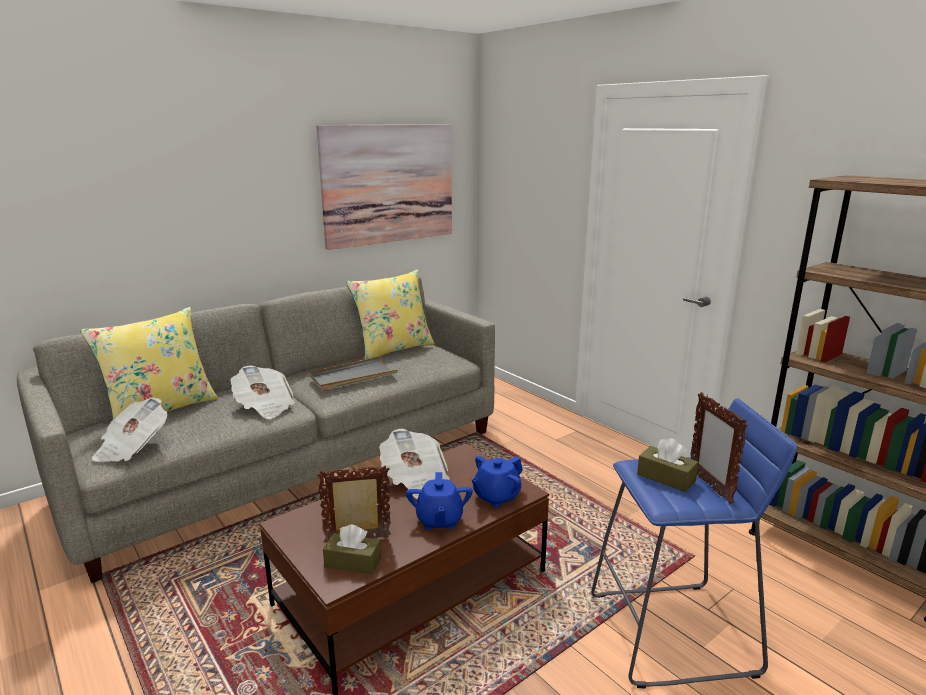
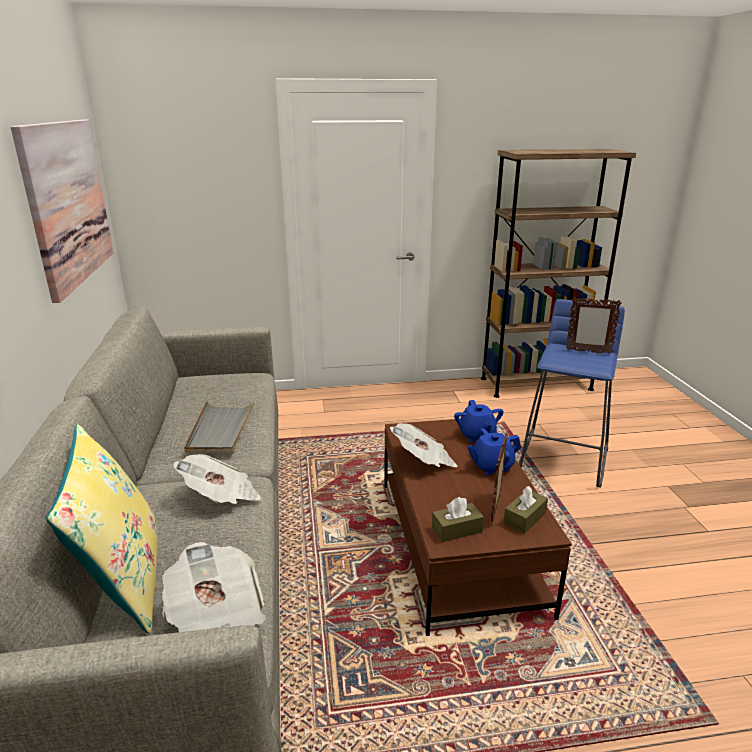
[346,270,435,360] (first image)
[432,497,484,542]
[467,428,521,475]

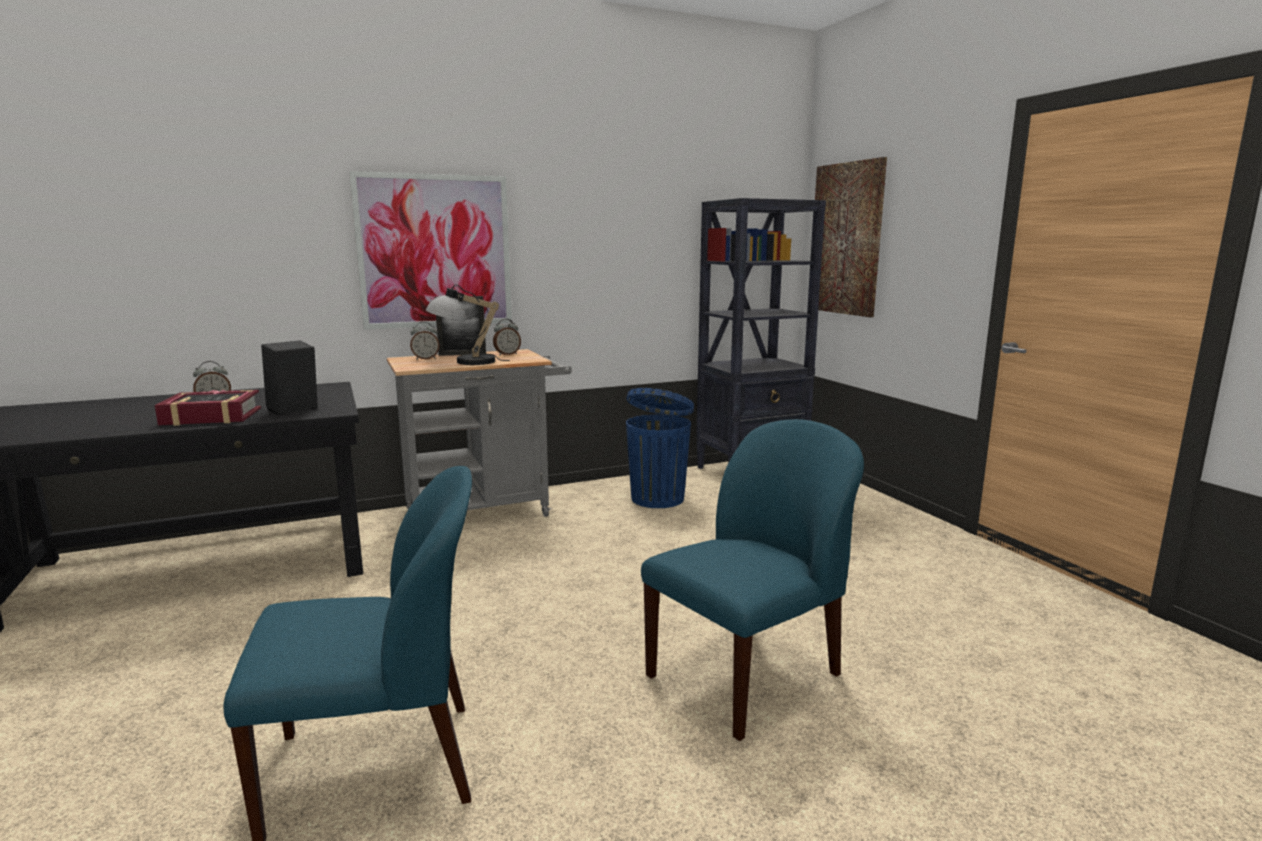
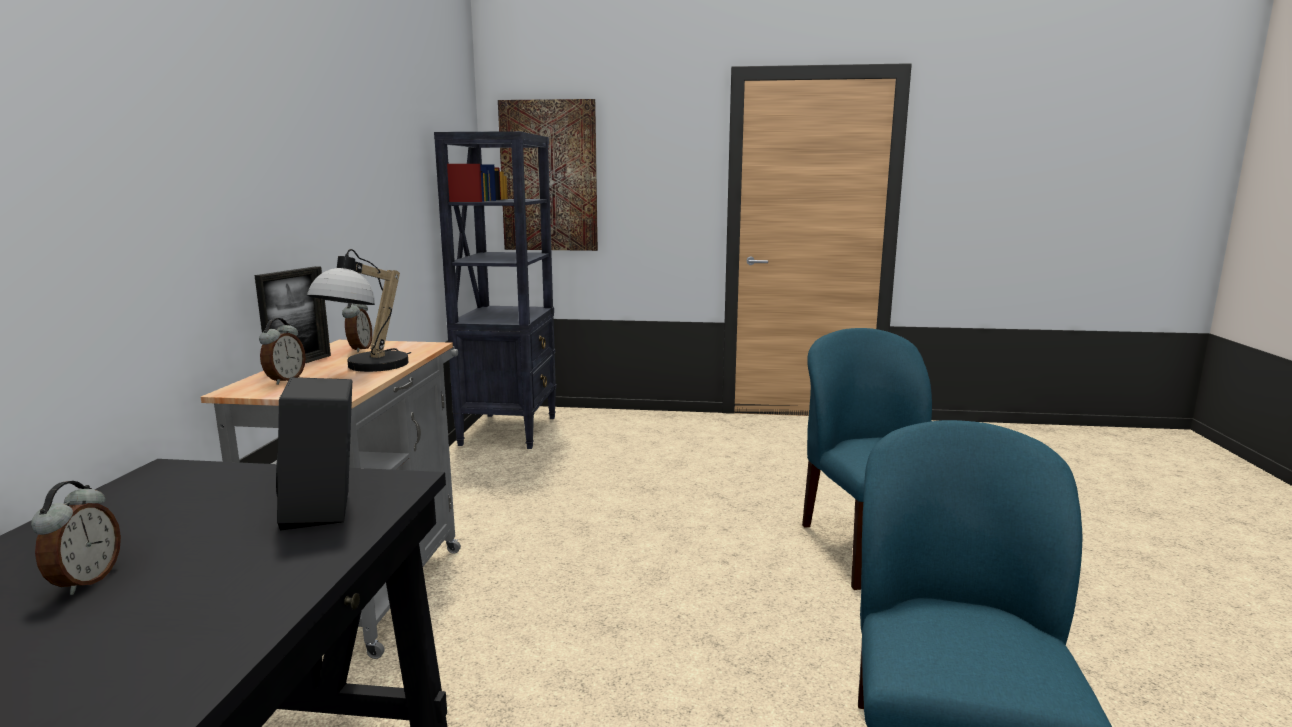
[155,390,261,426] (first image)
[349,171,512,329] (first image)
[626,388,694,508] (first image)

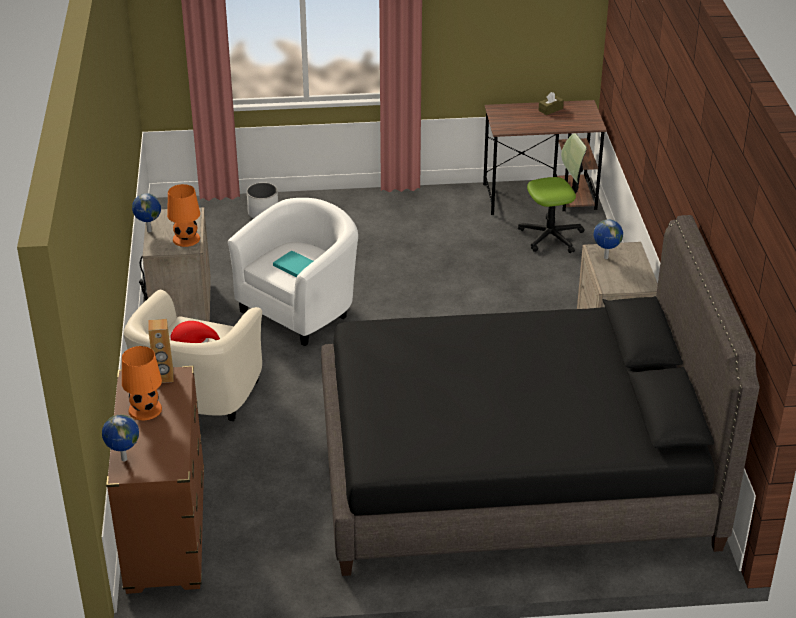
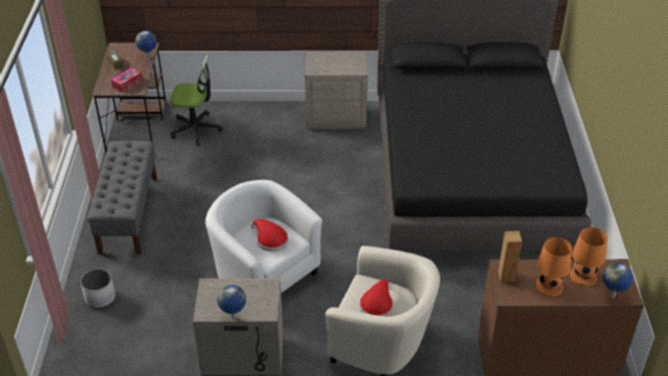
[87,141,157,255]
[111,67,143,93]
[570,227,608,286]
[135,31,157,60]
[251,219,288,252]
[170,54,223,146]

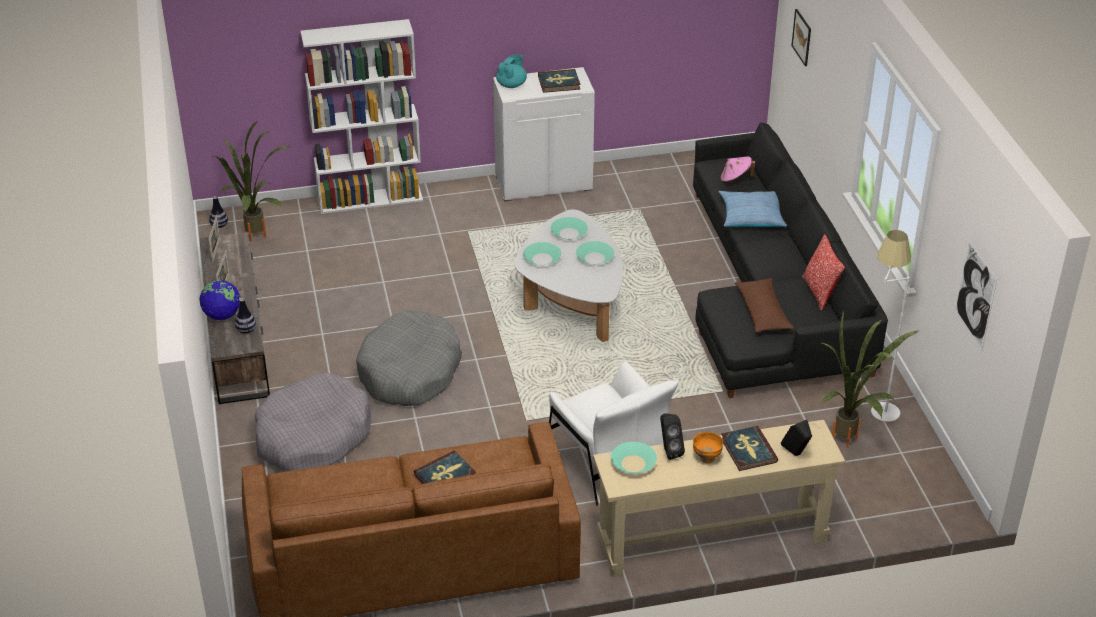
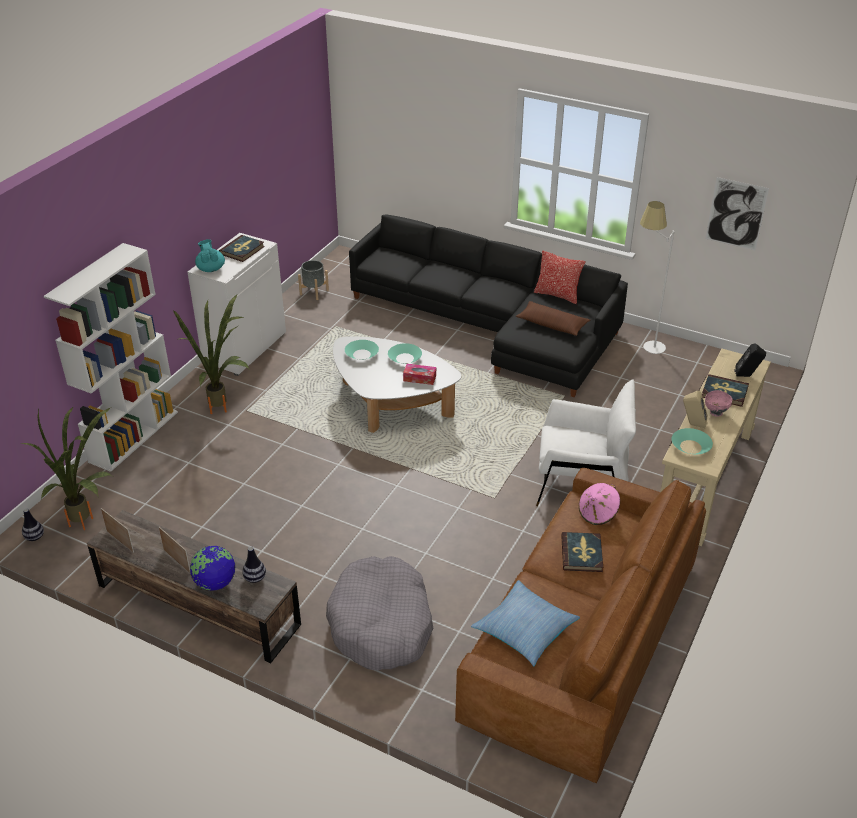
[356,311,462,406] (first image)
[523,242,561,265] (first image)
[791,9,811,66] (first image)
[298,260,329,300]
[403,364,436,385]
[471,580,580,666]
[579,483,620,525]
[173,295,250,414]
[683,390,708,428]
[705,390,732,417]

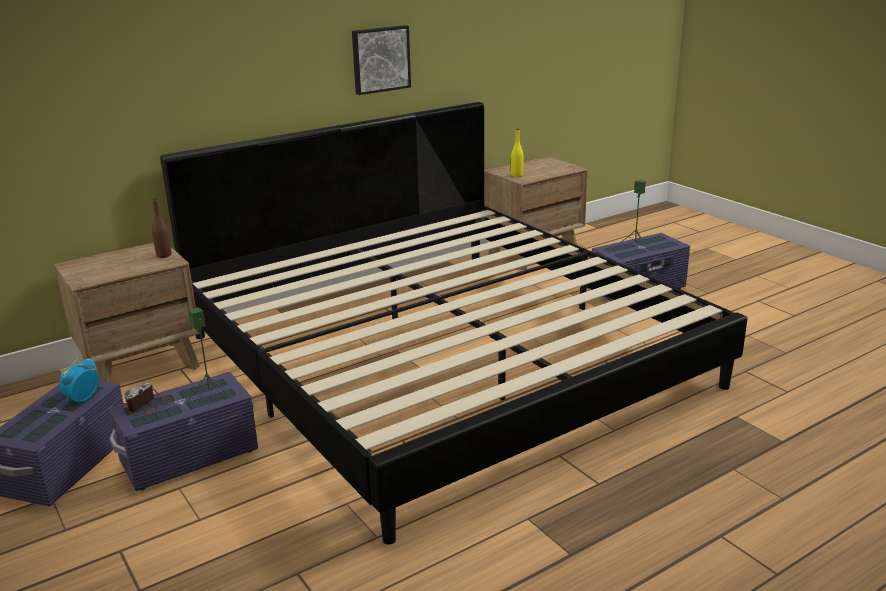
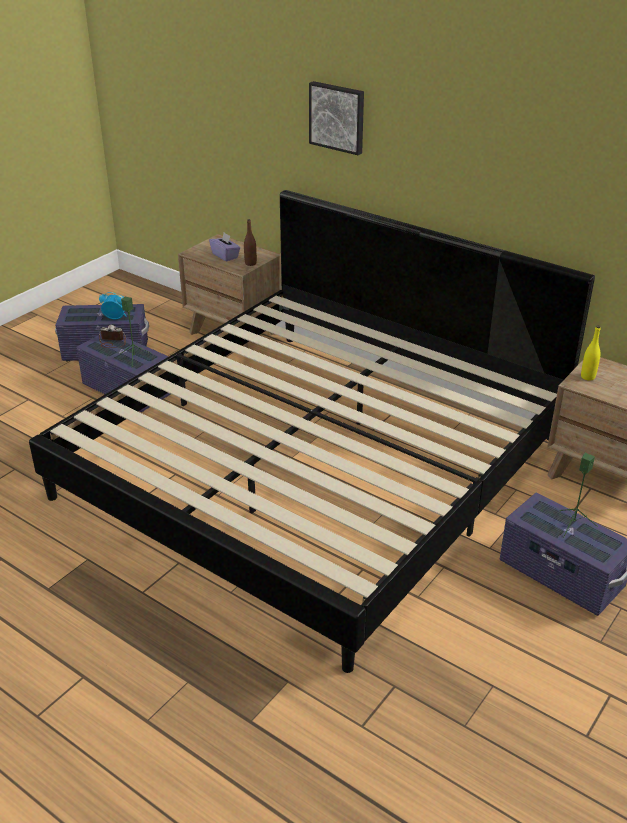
[209,233,240,261]
[309,81,364,155]

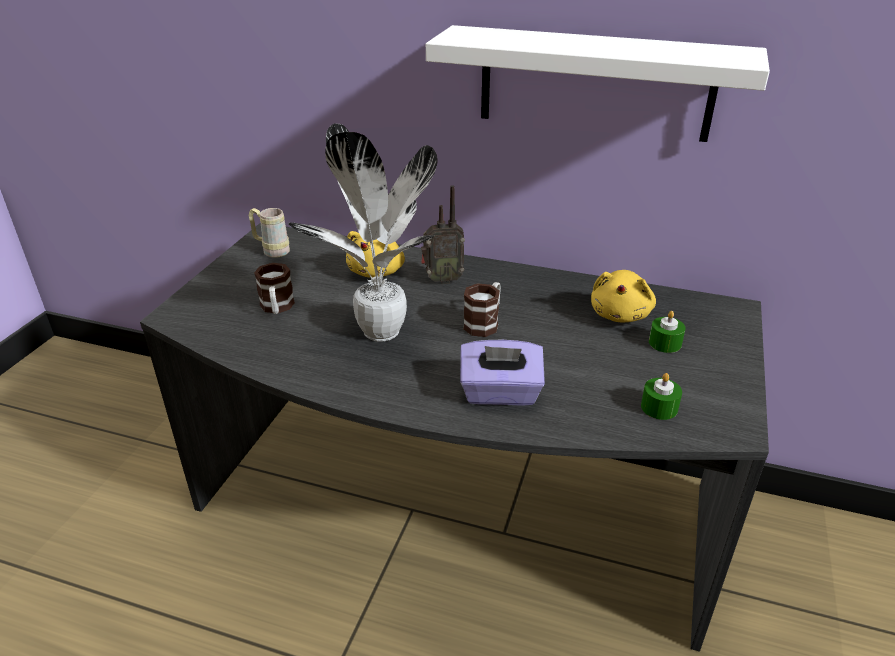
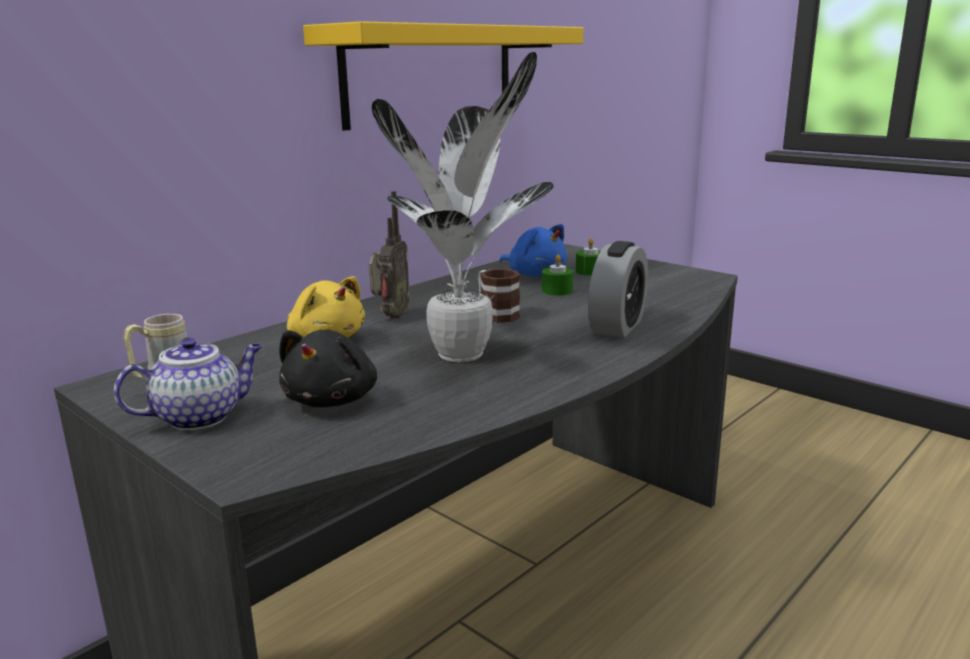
[114,337,263,430]
[542,255,573,296]
[279,330,377,407]
[588,241,648,338]
[303,21,583,131]
[499,224,567,277]

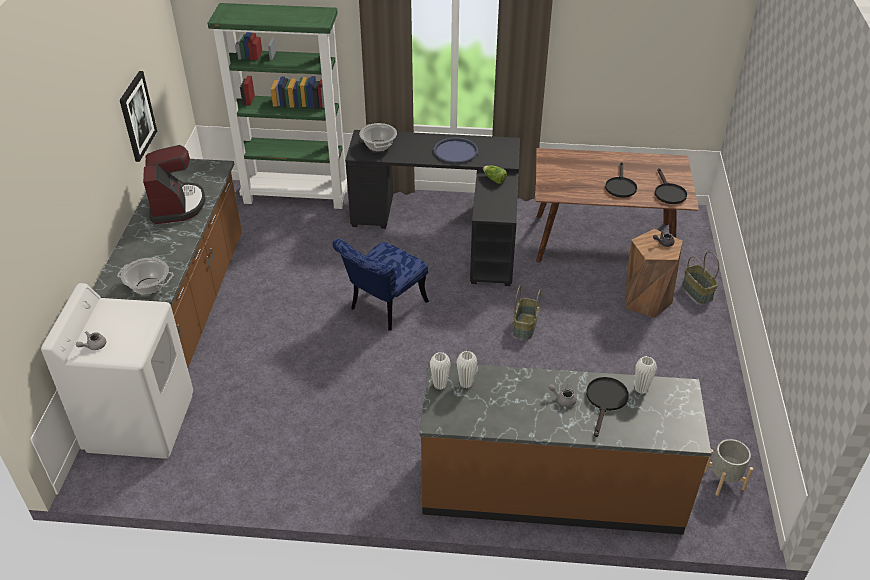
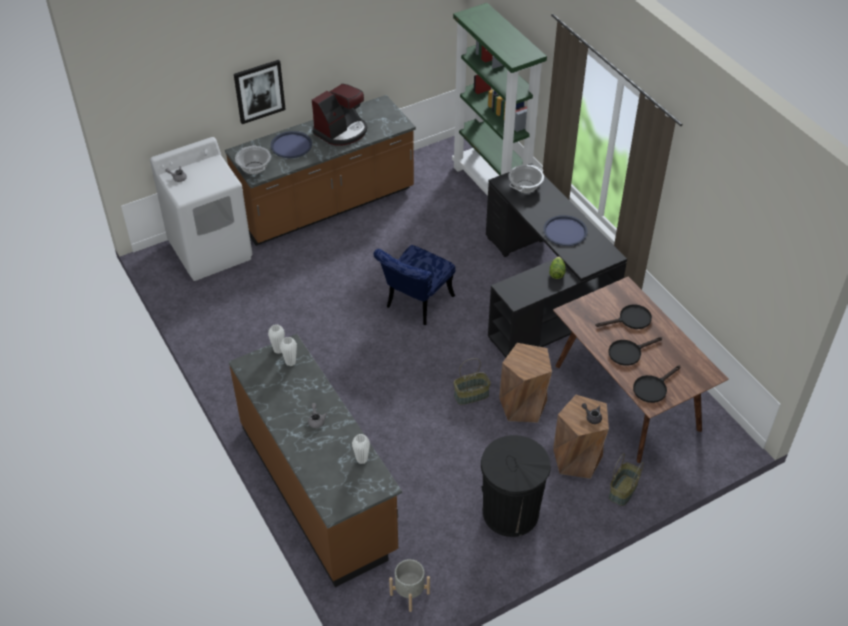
[271,131,312,158]
[481,435,551,537]
[499,343,552,423]
[234,60,286,124]
[595,304,652,329]
[373,245,455,325]

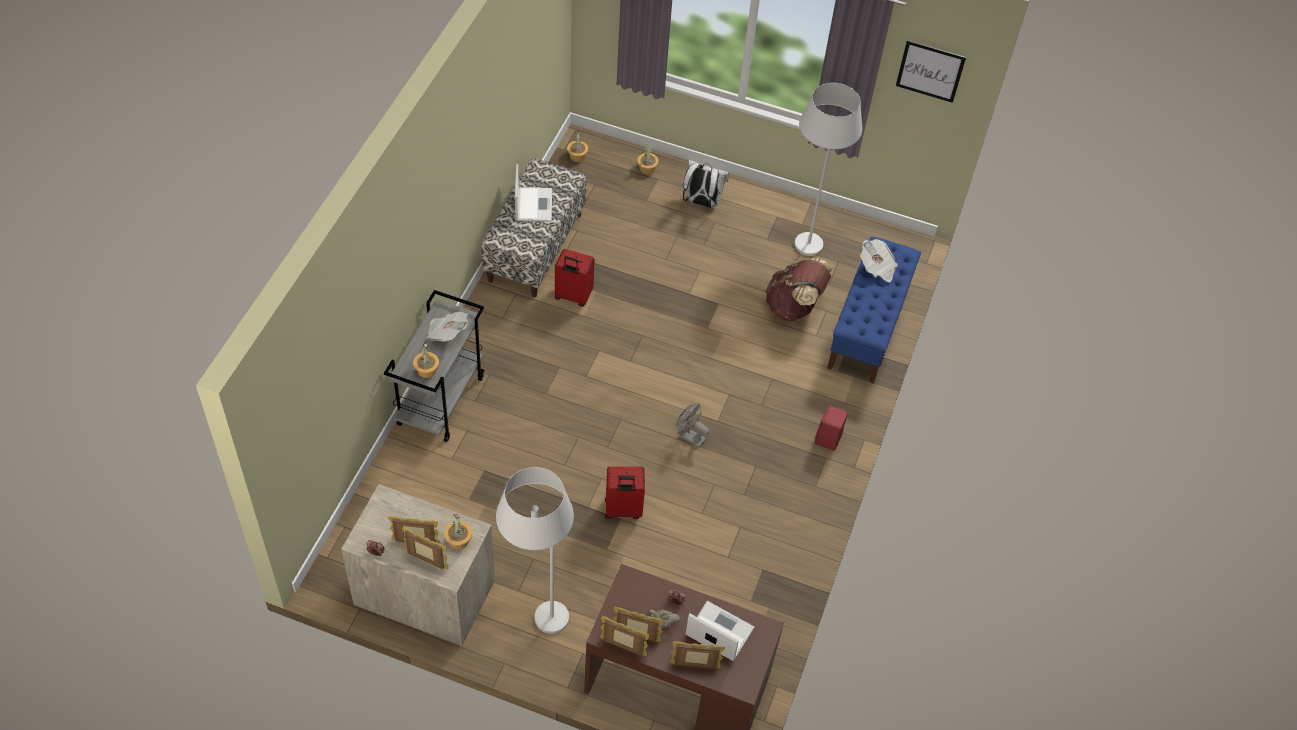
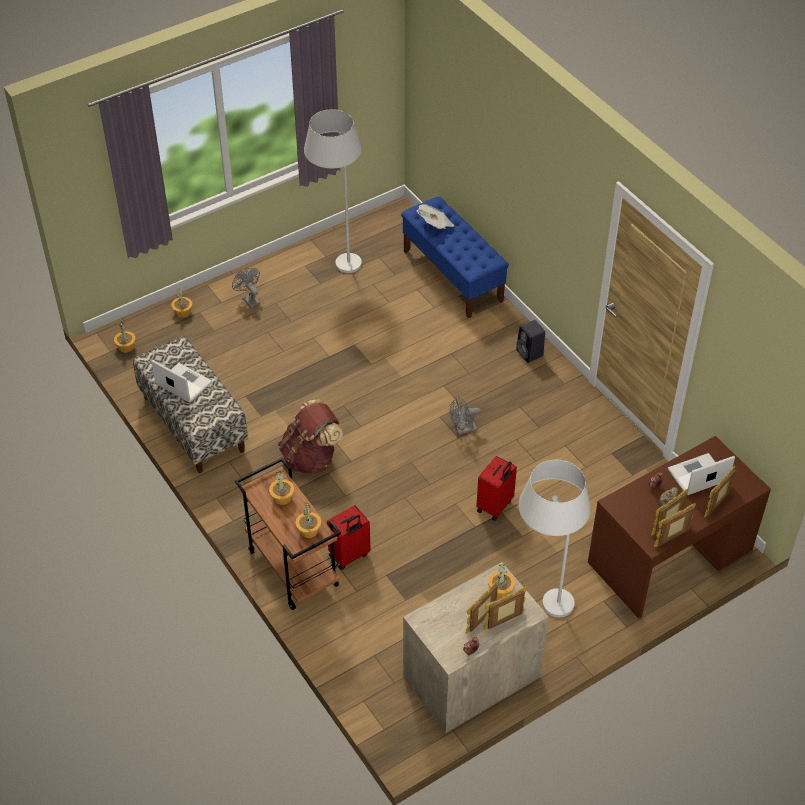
[896,40,966,103] (first image)
[327,505,370,570]
[278,399,343,475]
[269,471,294,505]
[232,268,260,308]
[235,457,341,610]
[516,320,545,363]

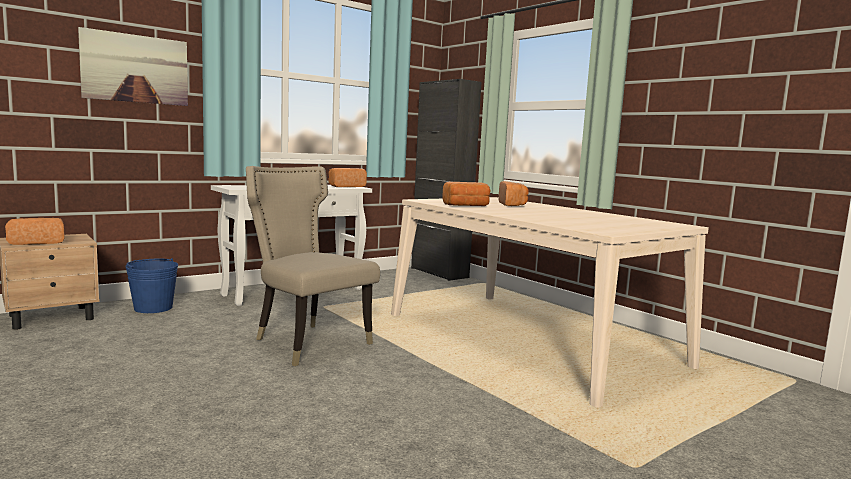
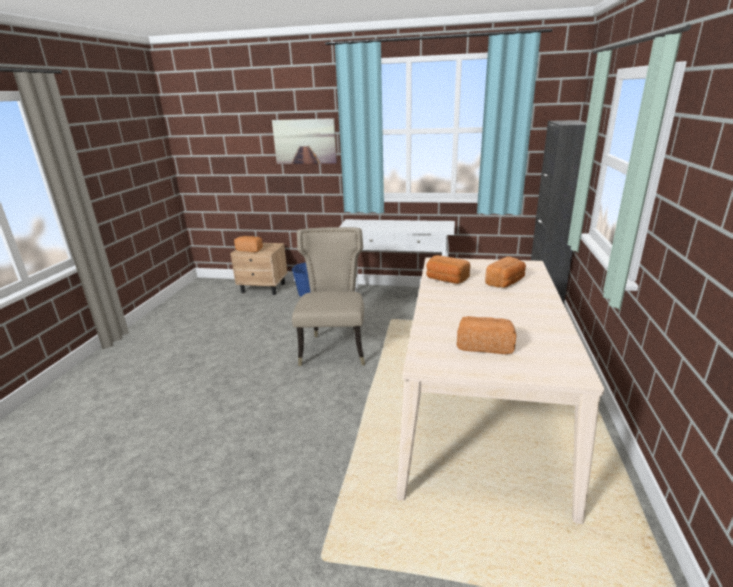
[457,316,517,354]

